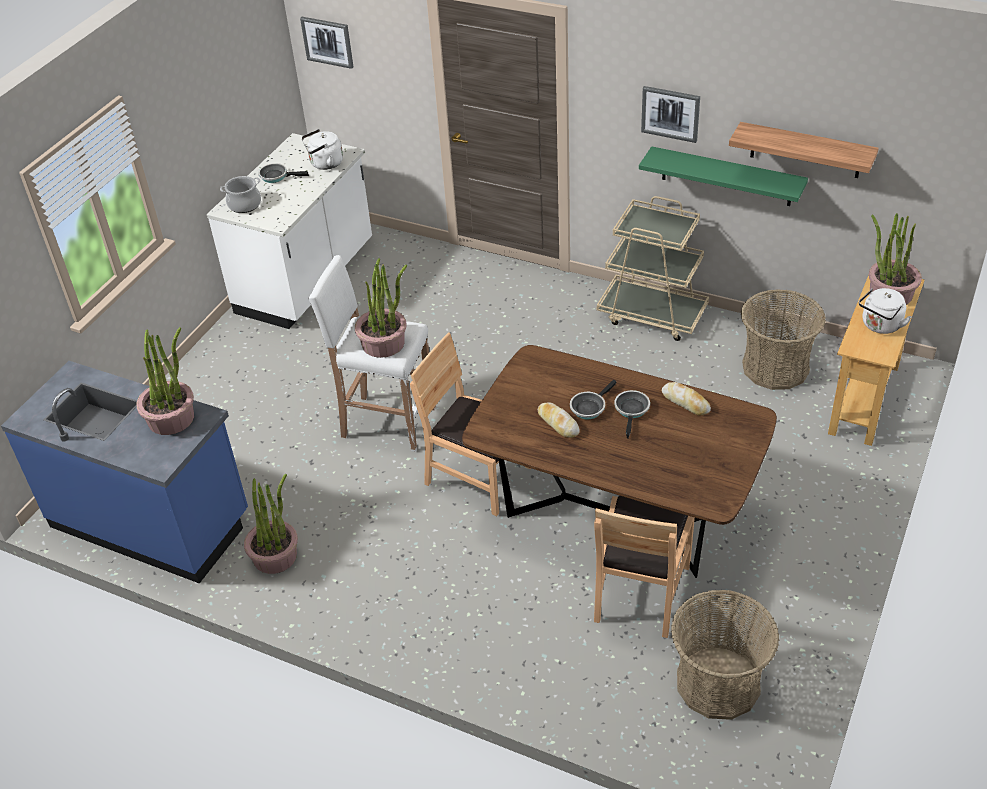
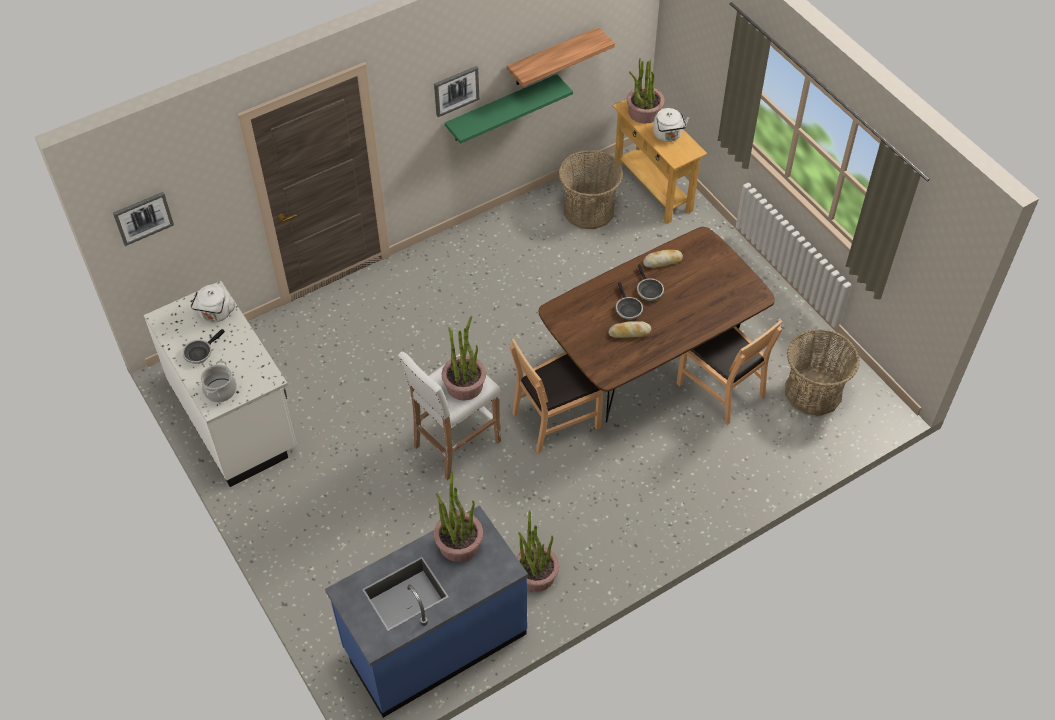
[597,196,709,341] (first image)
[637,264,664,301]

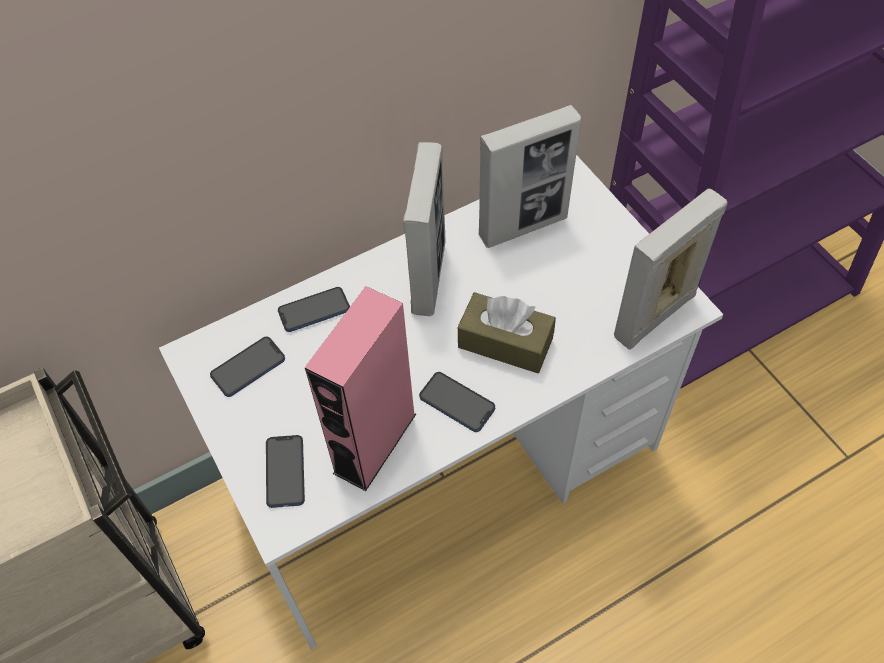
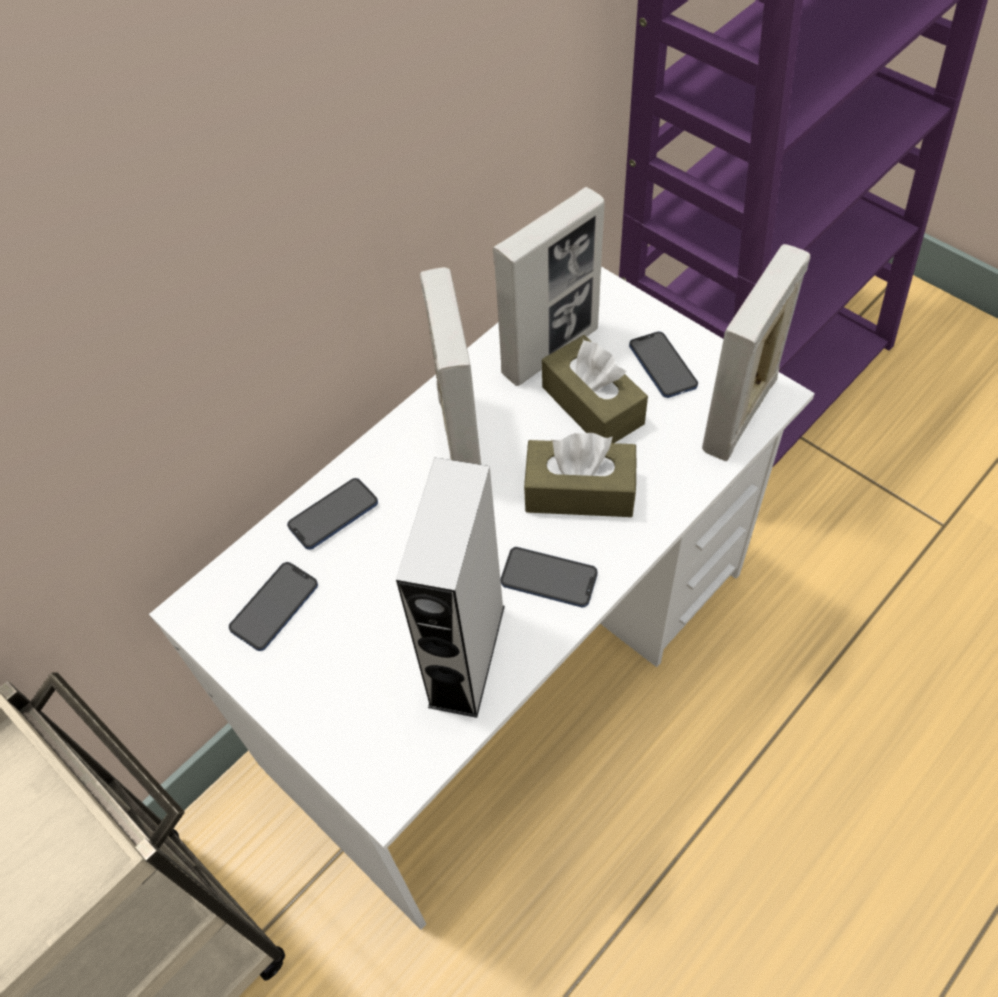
[542,335,648,443]
[629,332,698,398]
[396,457,505,718]

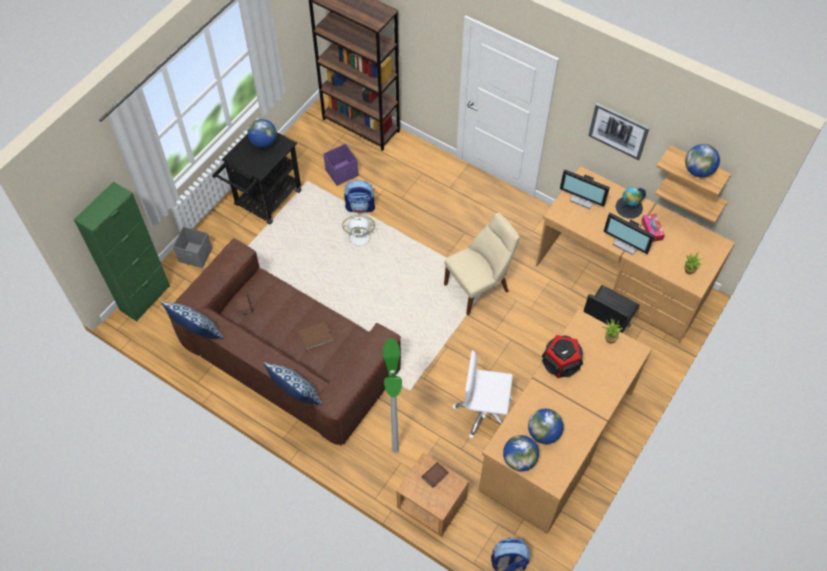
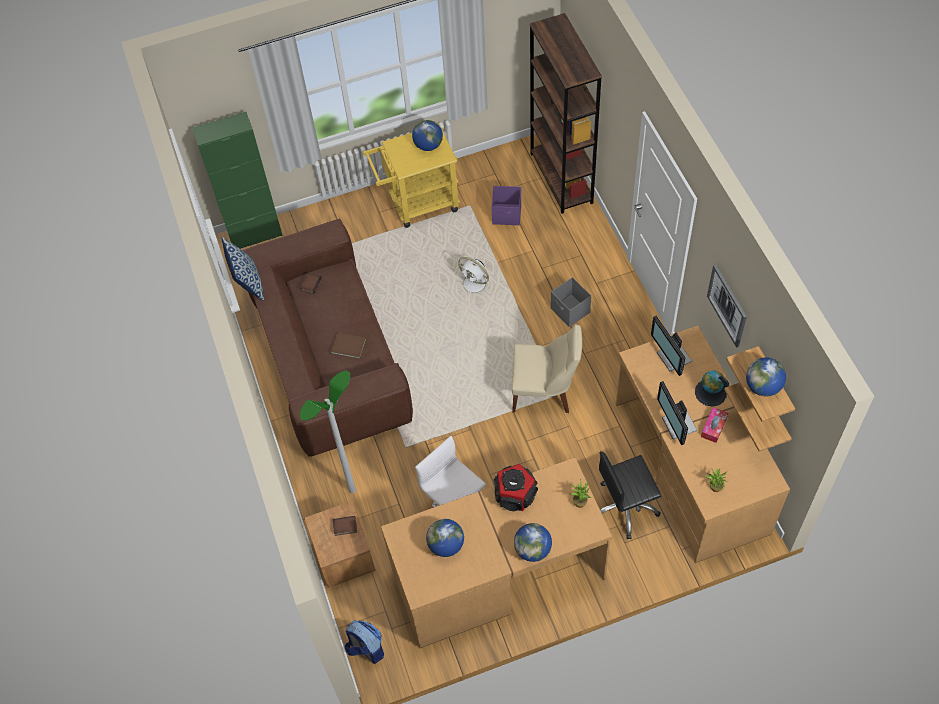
[263,362,323,405] (first image)
[344,180,375,214] (first image)
[551,277,591,327]
[514,523,552,562]
[363,124,460,228]

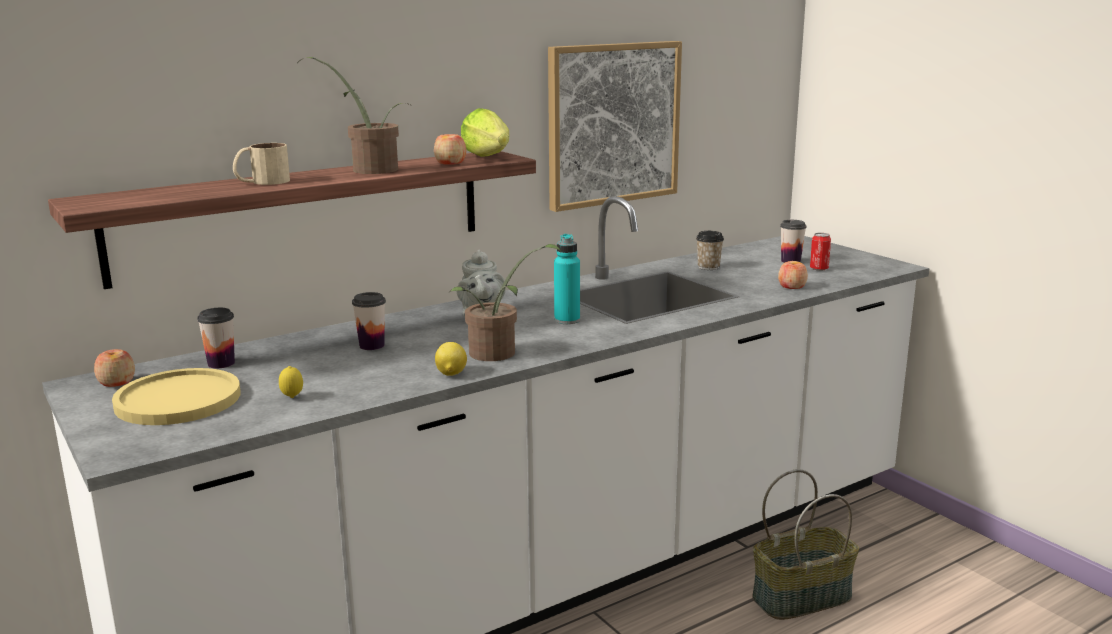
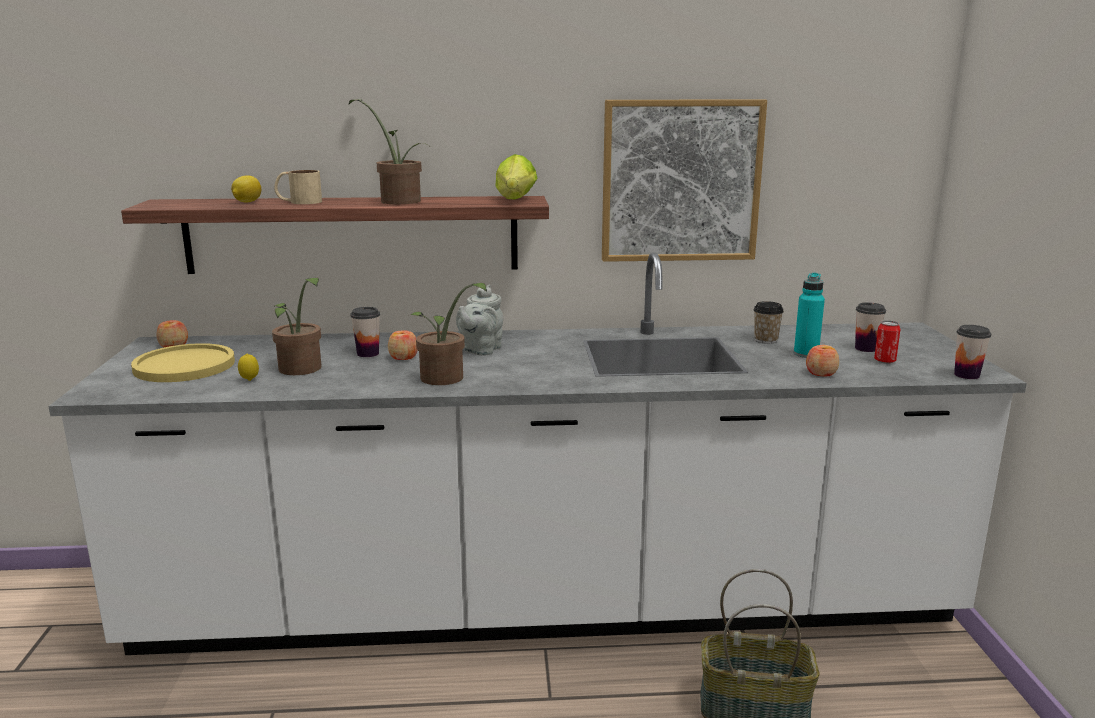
[272,278,322,375]
[954,325,991,379]
[388,330,418,360]
[231,175,261,202]
[794,273,825,358]

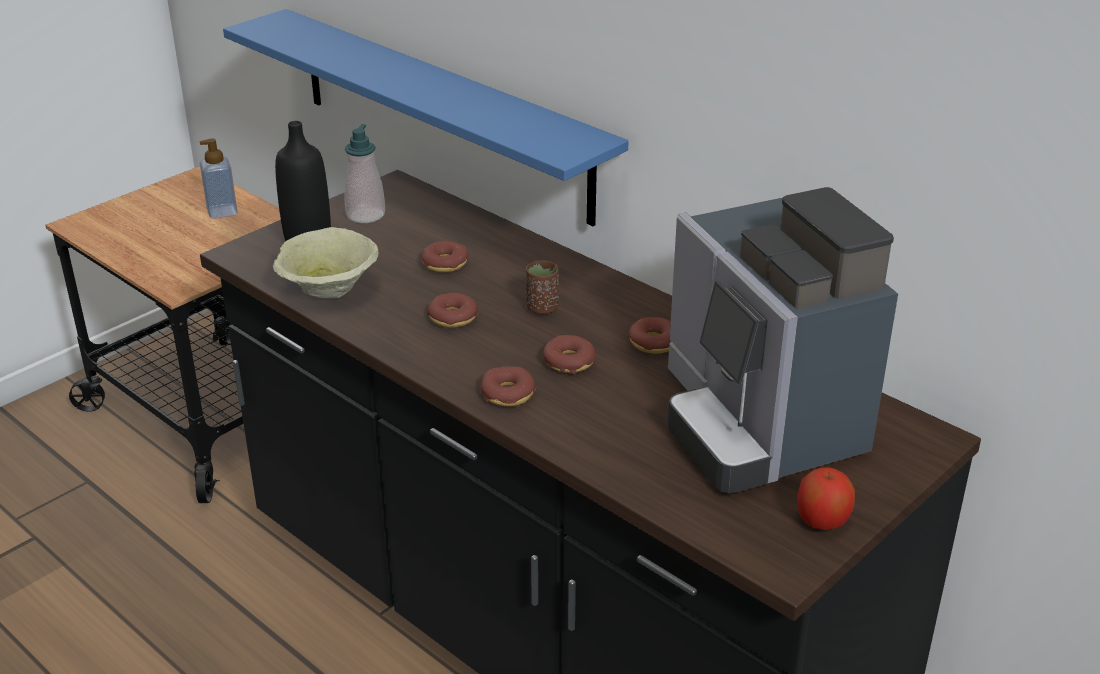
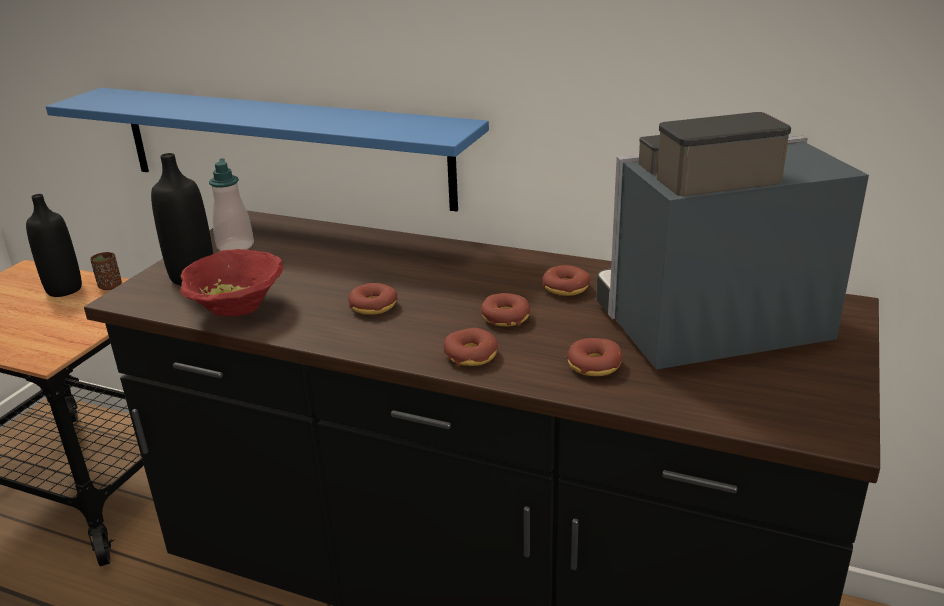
[797,467,855,530] (first image)
[567,338,623,376]
[90,252,122,290]
[26,194,82,297]
[180,249,284,317]
[596,112,869,369]

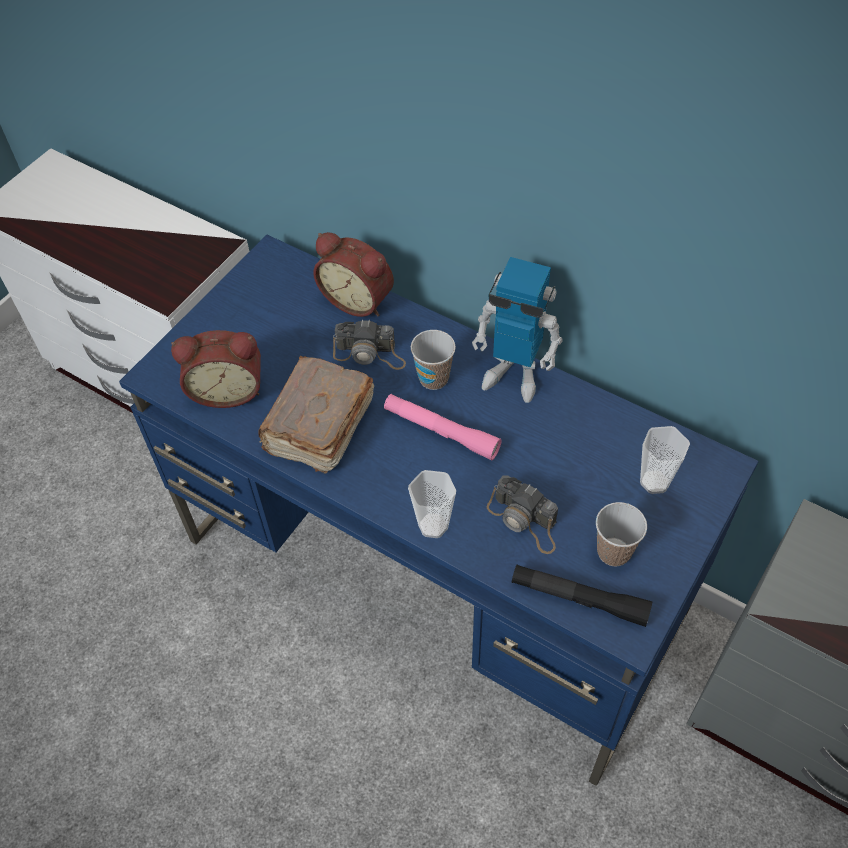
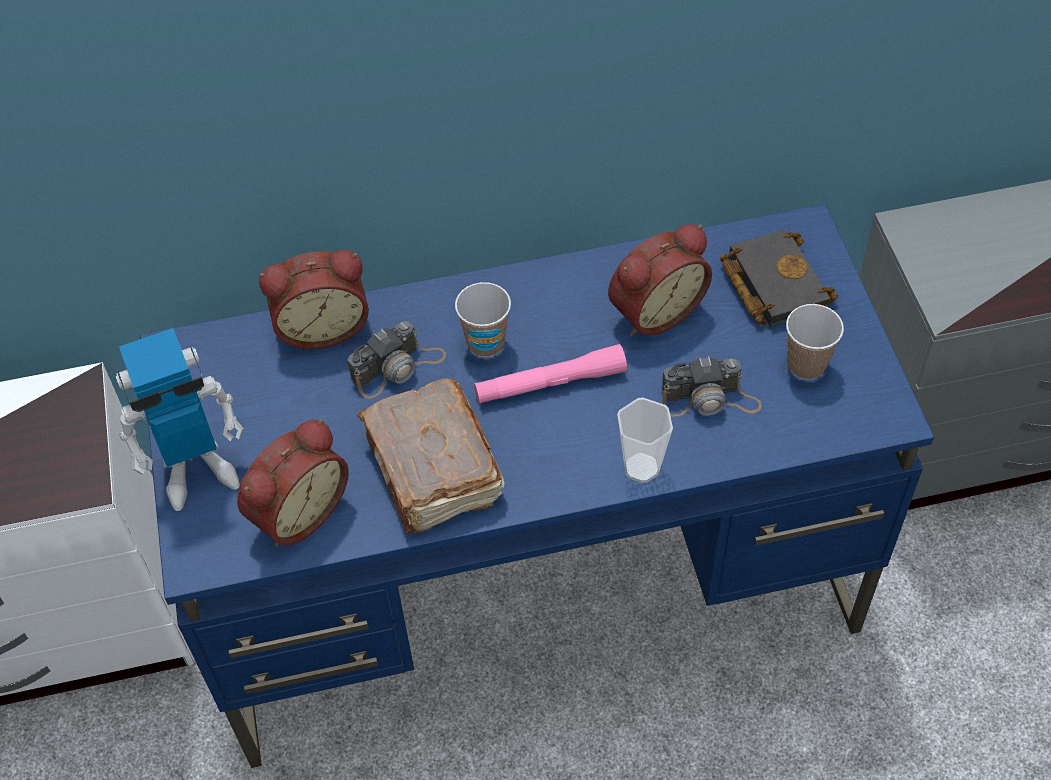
[512,565,653,627] (first image)
[608,224,712,336]
[116,328,244,511]
[720,228,838,327]

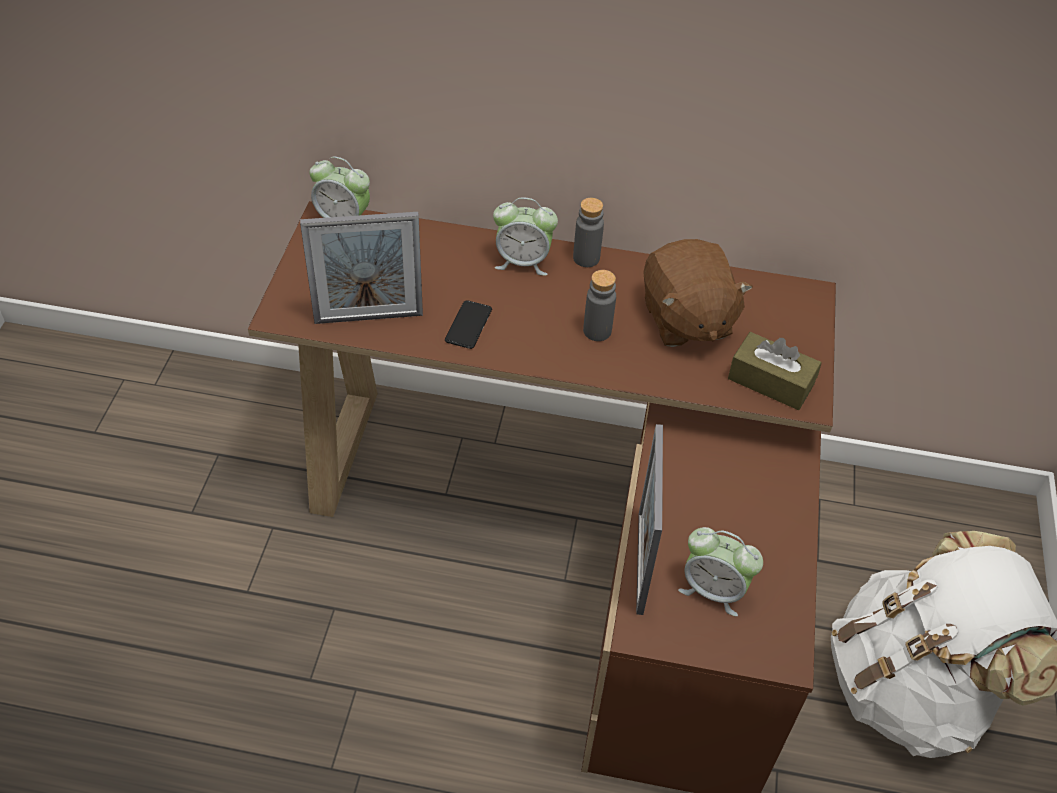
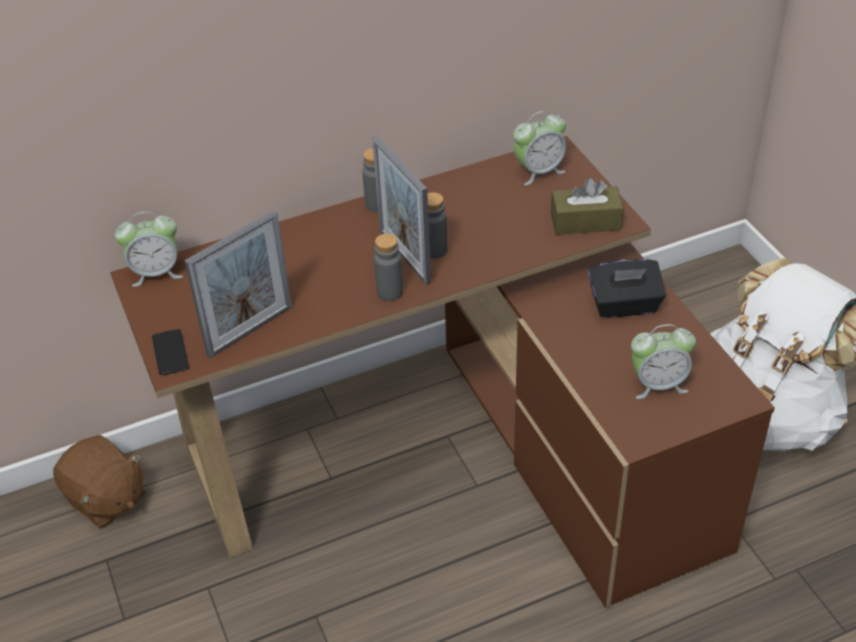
[374,234,403,301]
[588,259,666,318]
[152,329,189,375]
[513,111,566,185]
[372,135,431,285]
[53,435,145,528]

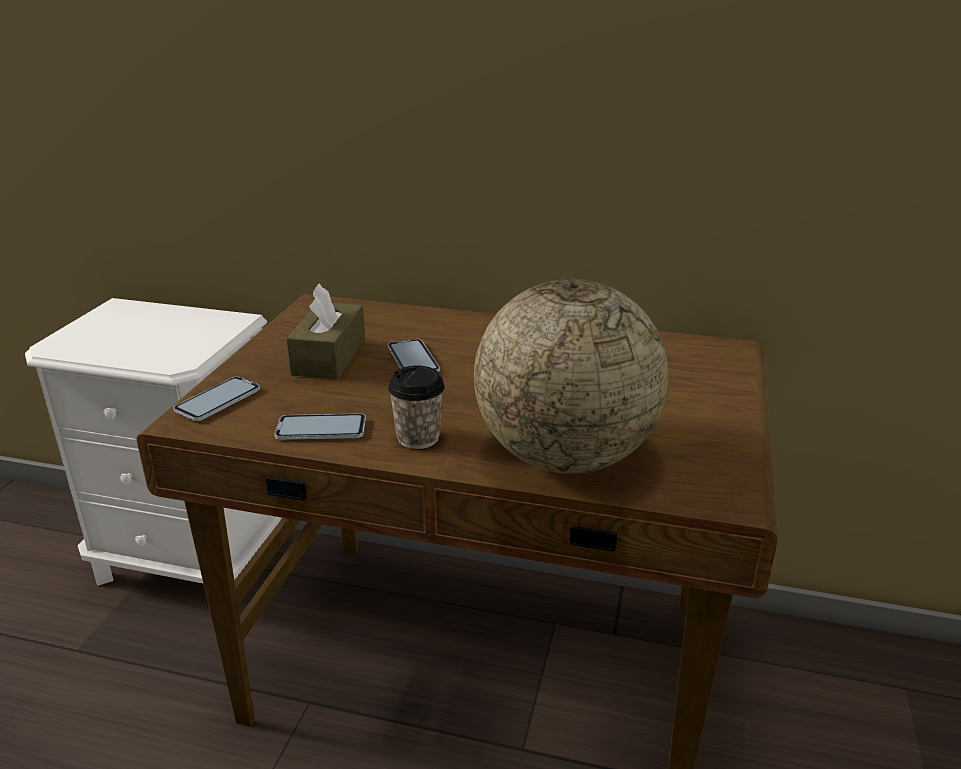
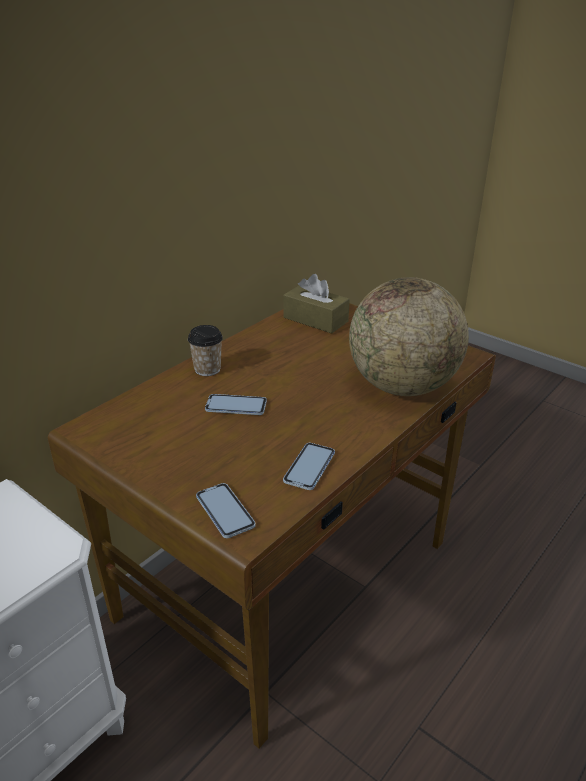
[283,274,350,334]
[188,325,223,376]

